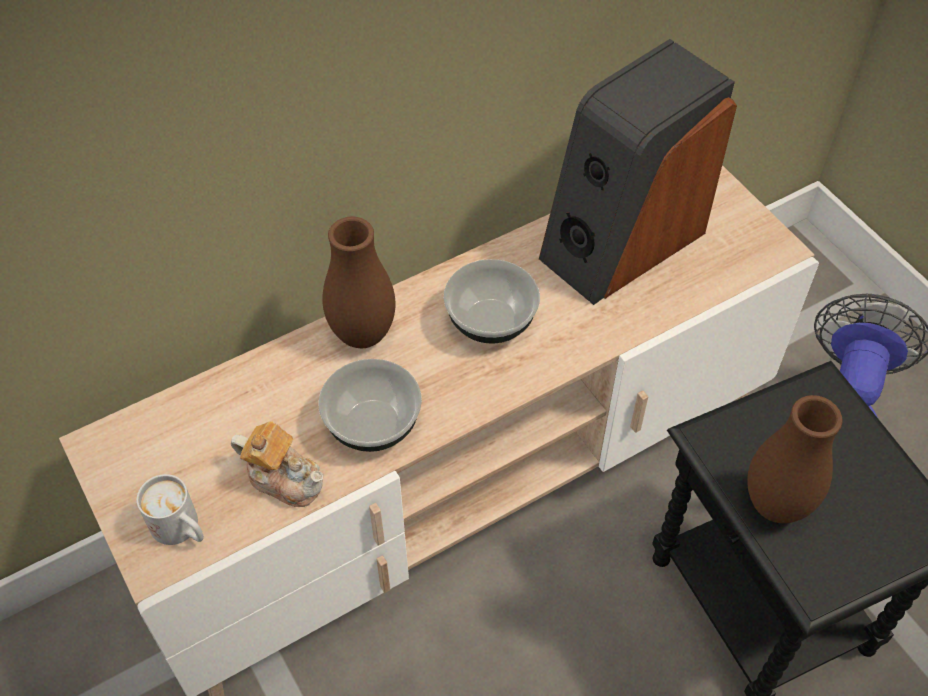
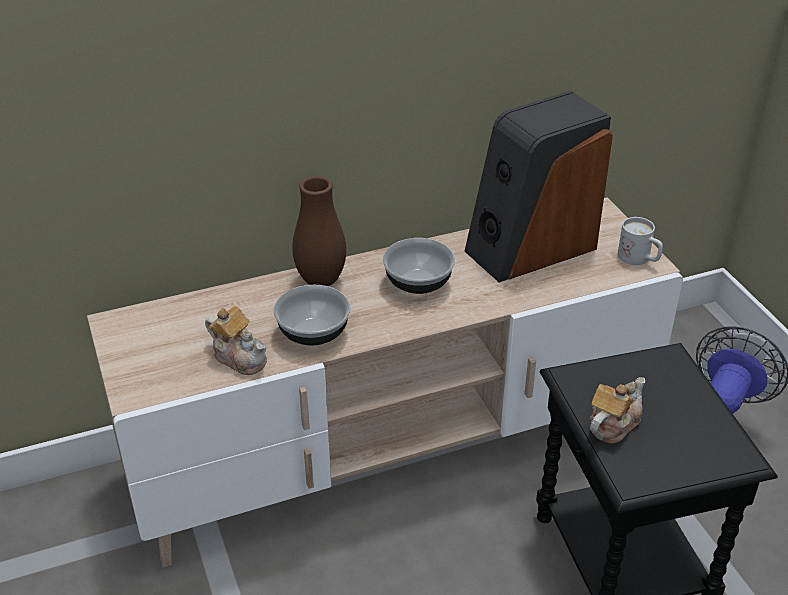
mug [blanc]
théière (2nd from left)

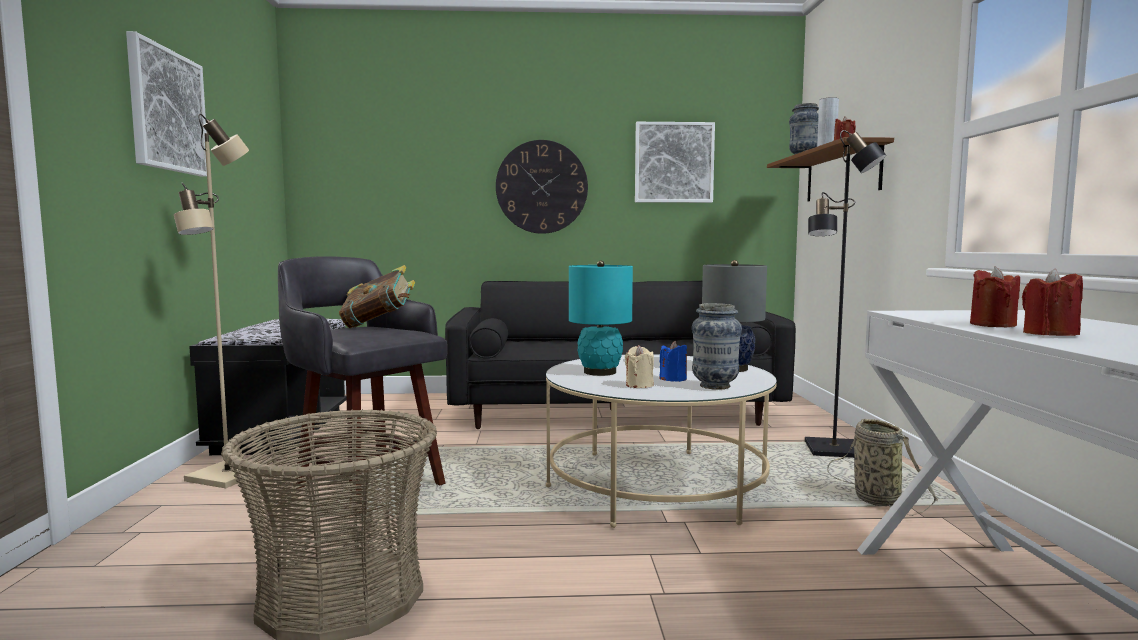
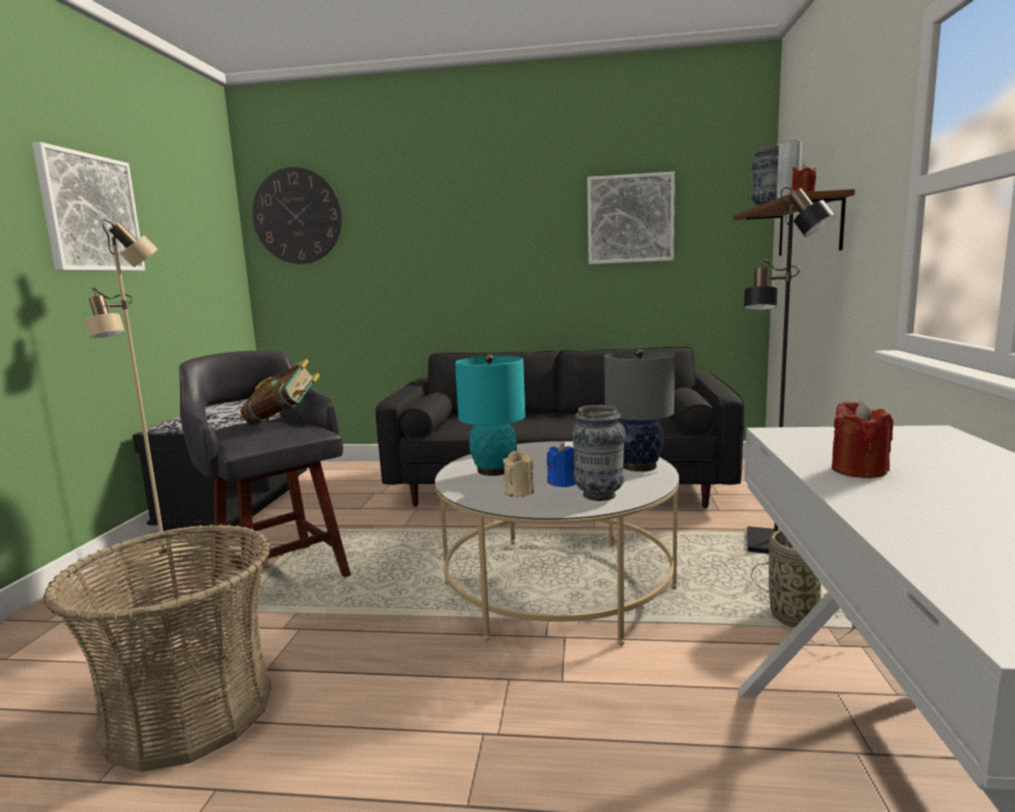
bougie [rouge] (3rd from left in the first image)
horloge murale

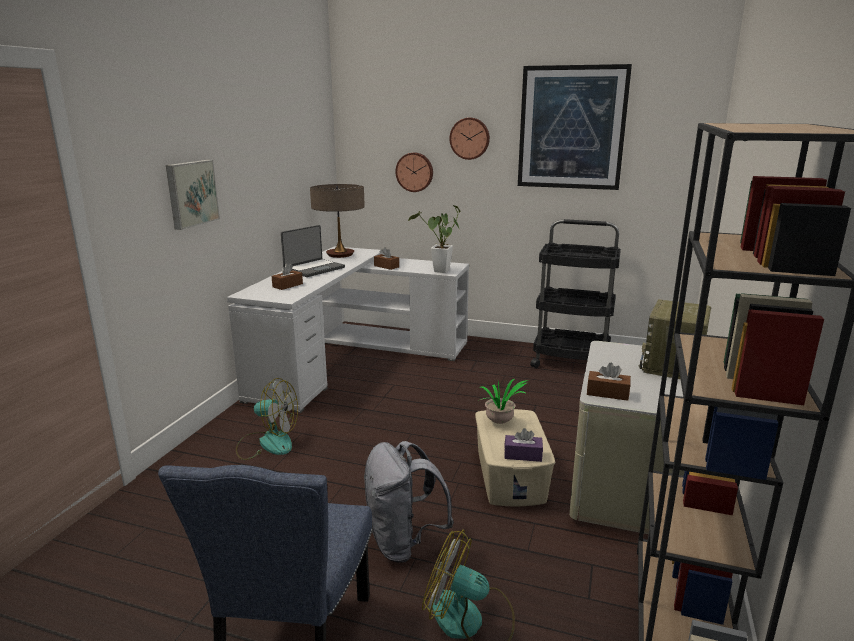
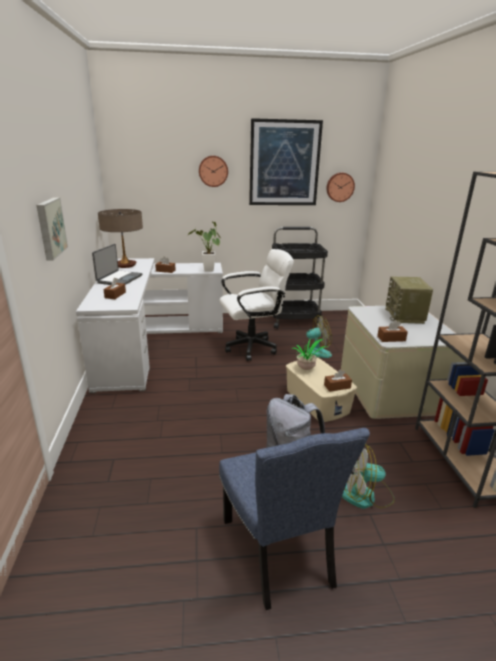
chaise de bureau [blanc]
ventilateur (1st from left)
horloge murale (2nd from left)
boîte à mouchoirs [marron] (3rd from left)

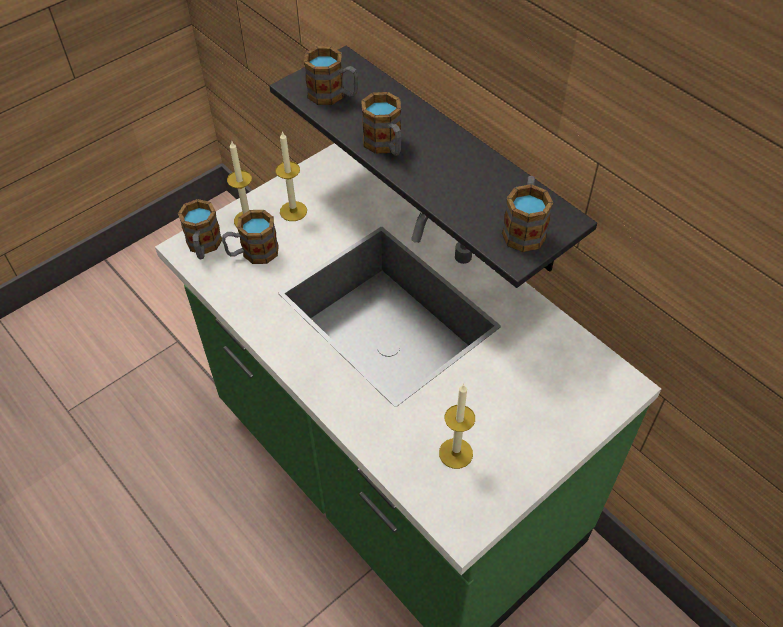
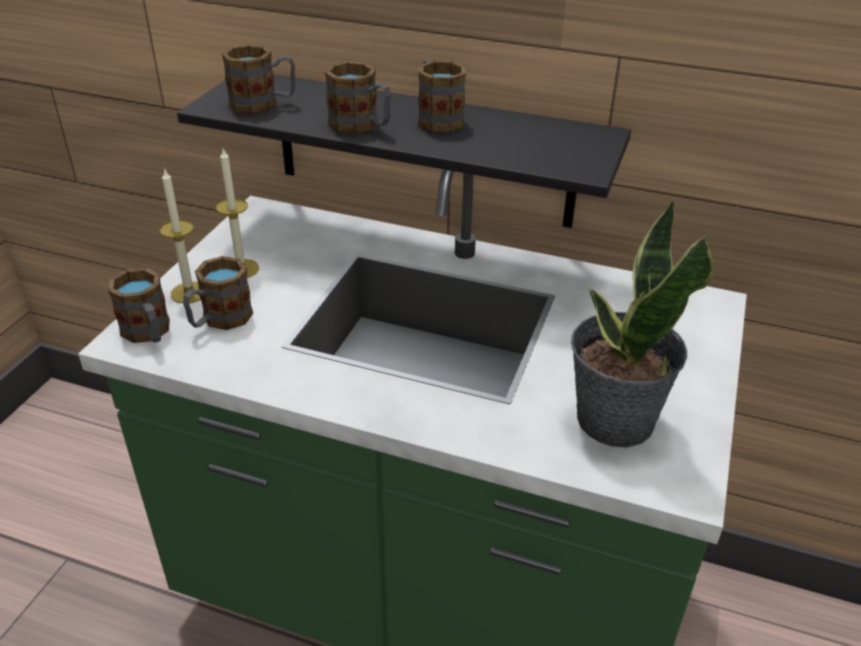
mug (5th from left)
plante en pot

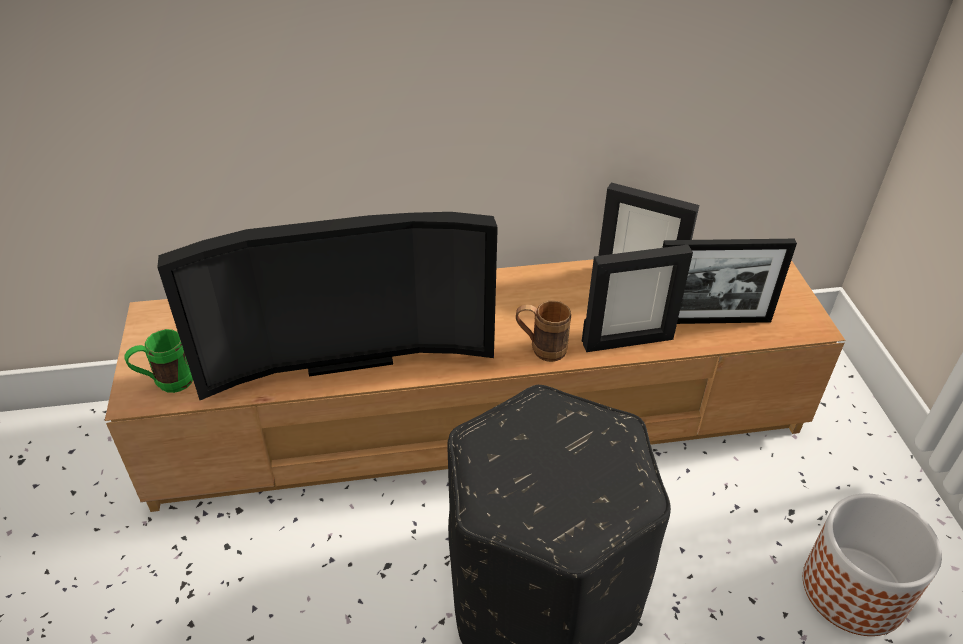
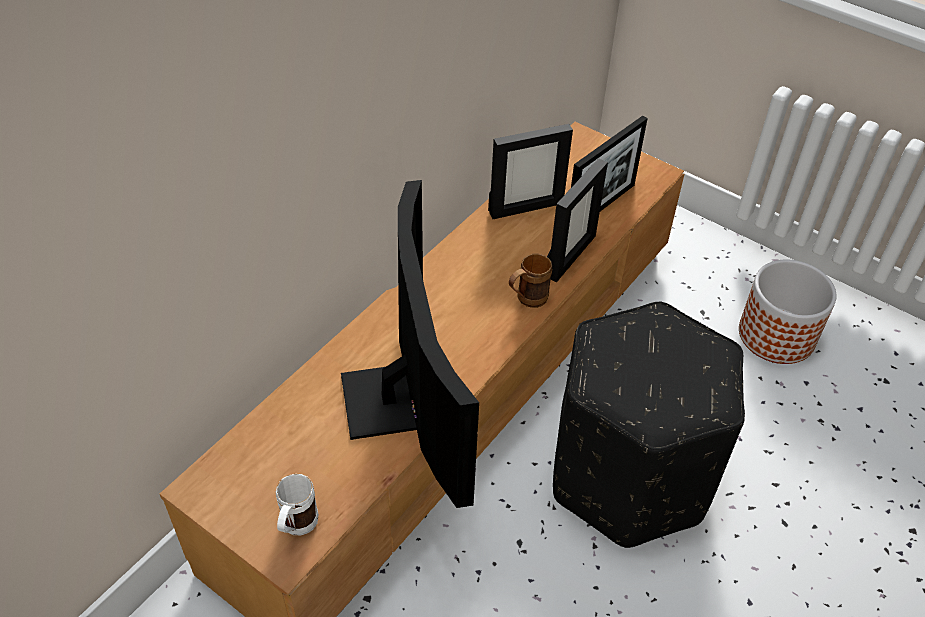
mug [blanc]
téléviseur

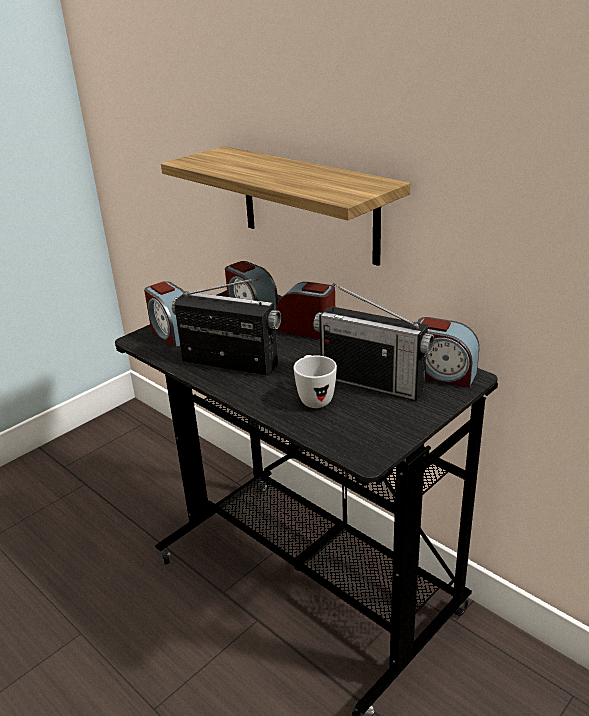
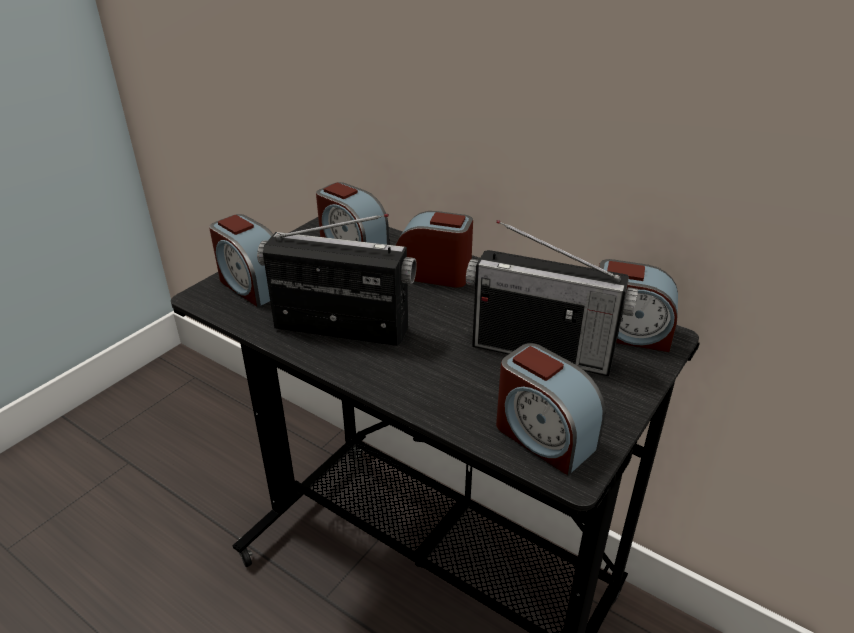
étagère
mug [blanc]
réveil (4th from left)

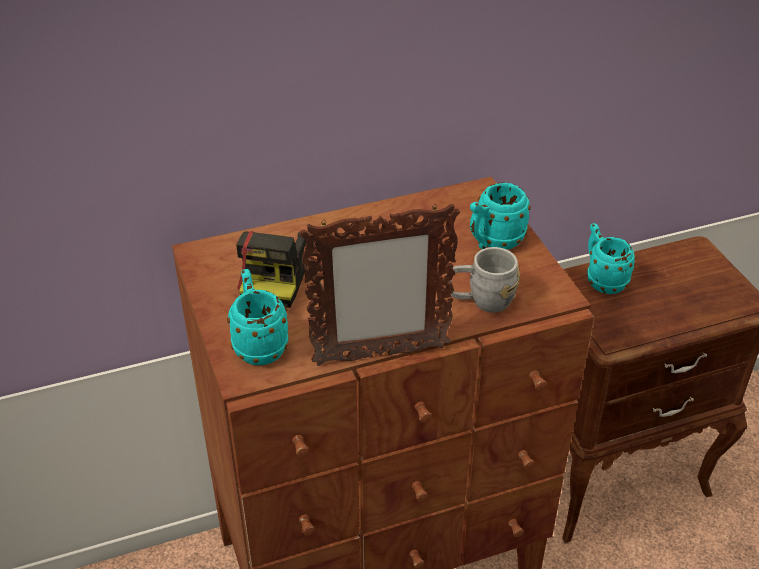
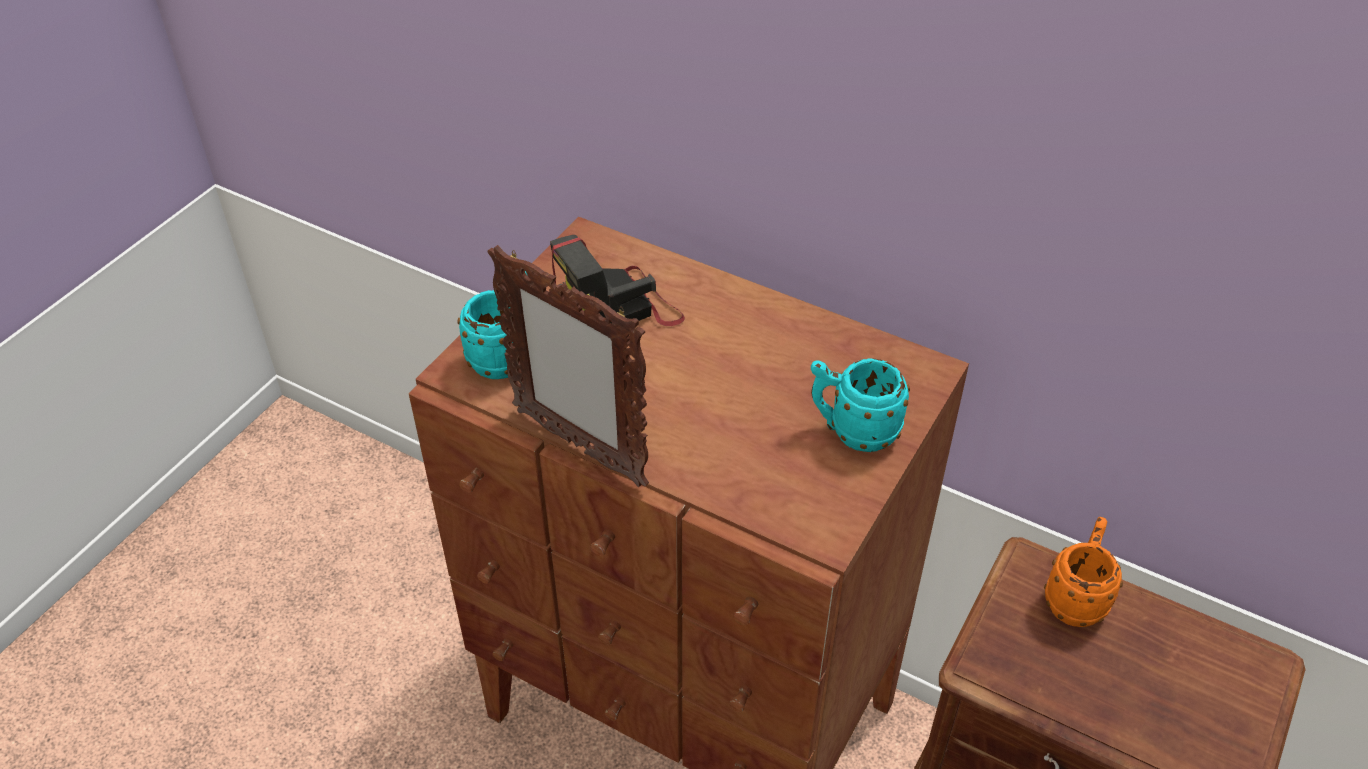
mug [gris]
mug [orange]

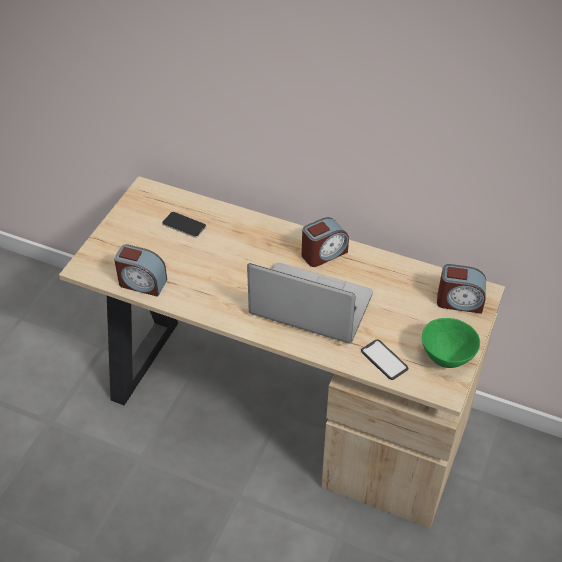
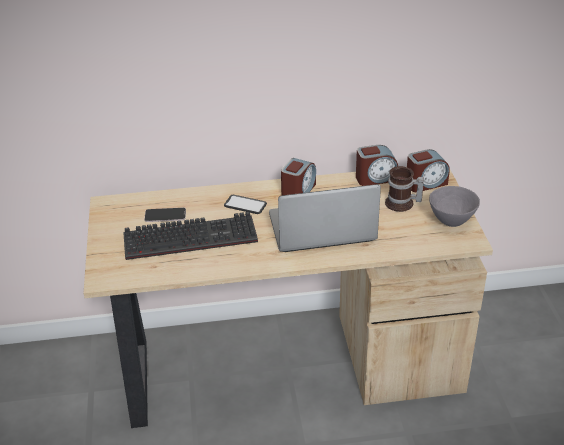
clavier
mug
réveil (2nd from left)
téléphone (2nd from left)
bol [gris]

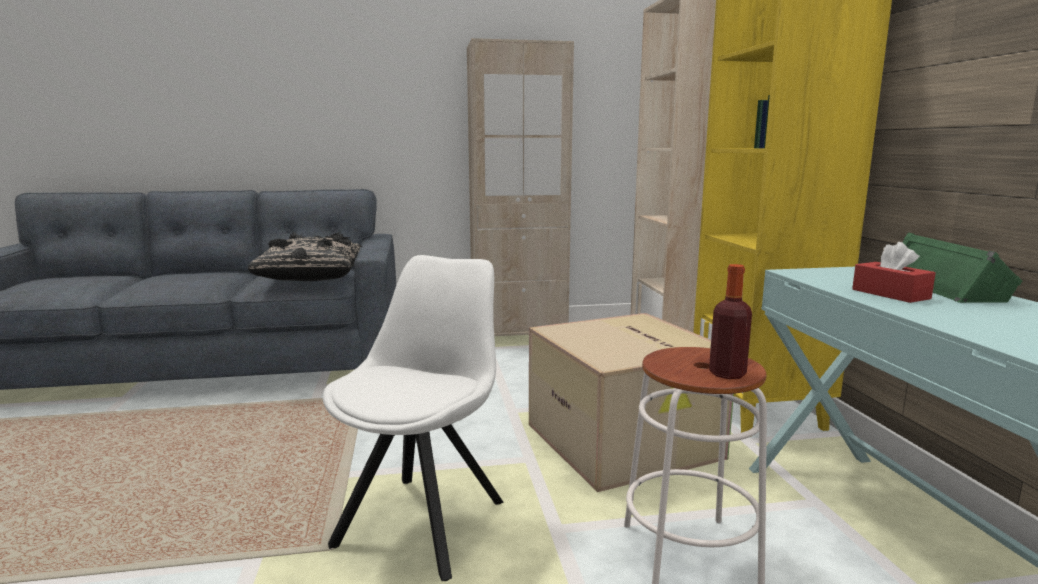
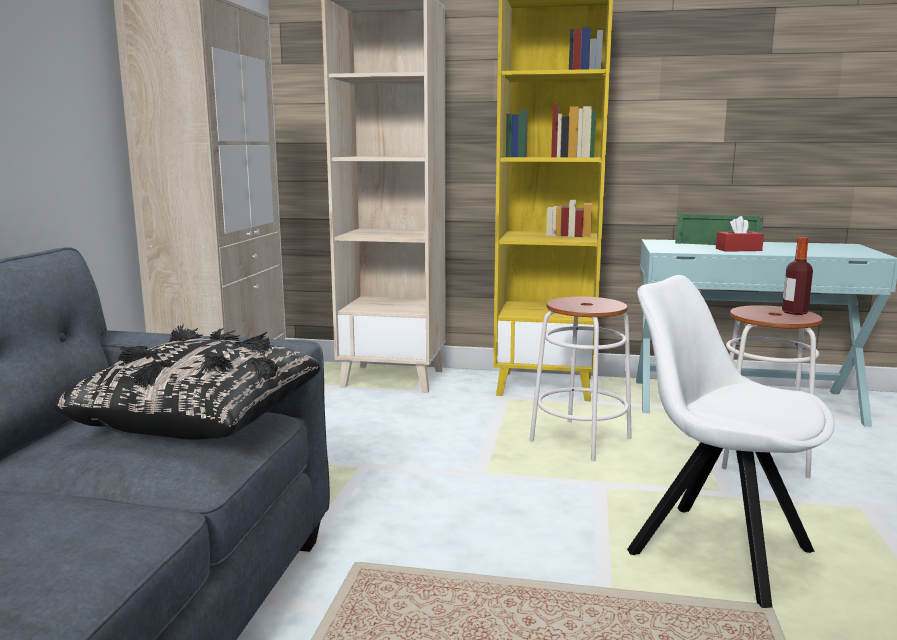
tabouret [blanc] (1st from left)

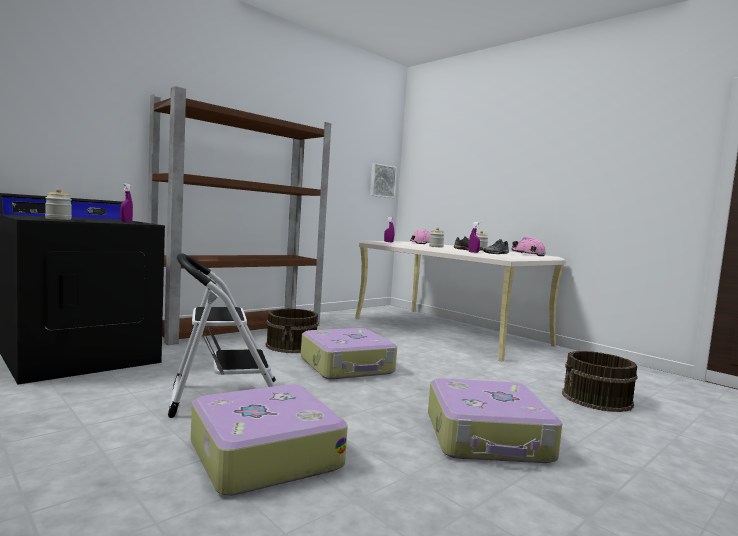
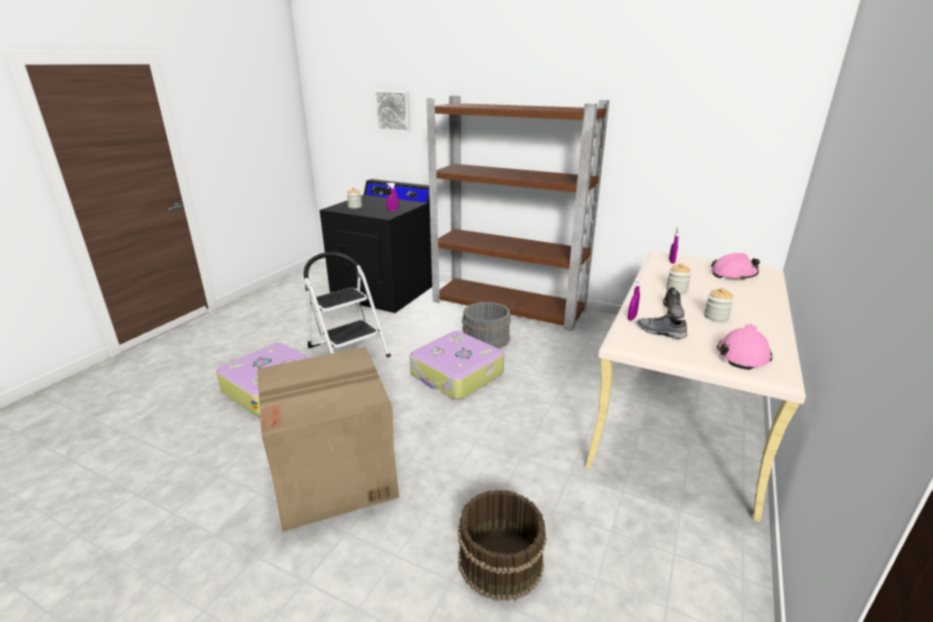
tableau
carton
seau [gris]

